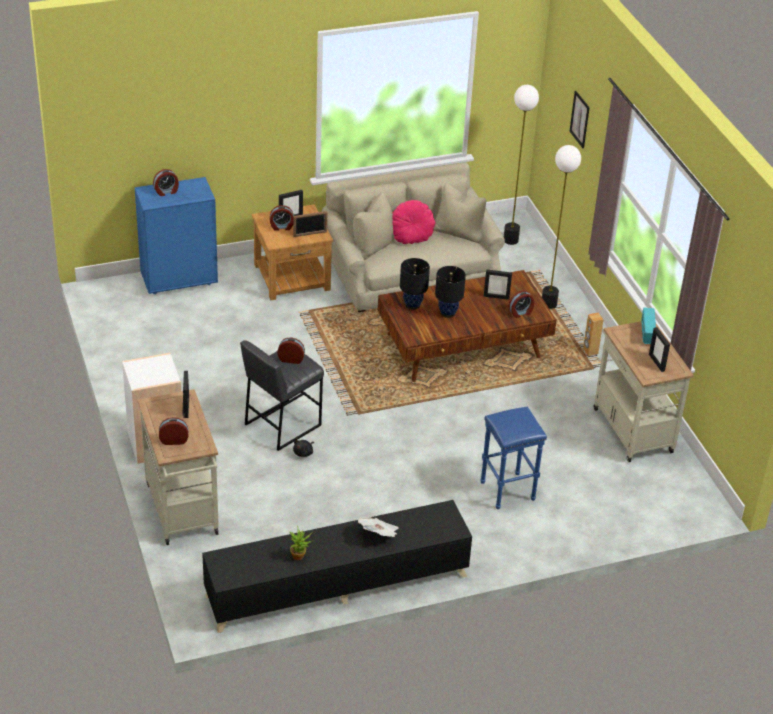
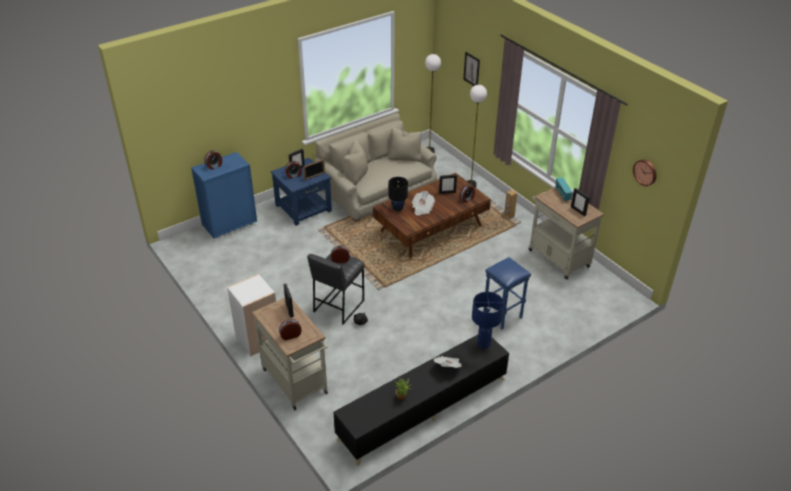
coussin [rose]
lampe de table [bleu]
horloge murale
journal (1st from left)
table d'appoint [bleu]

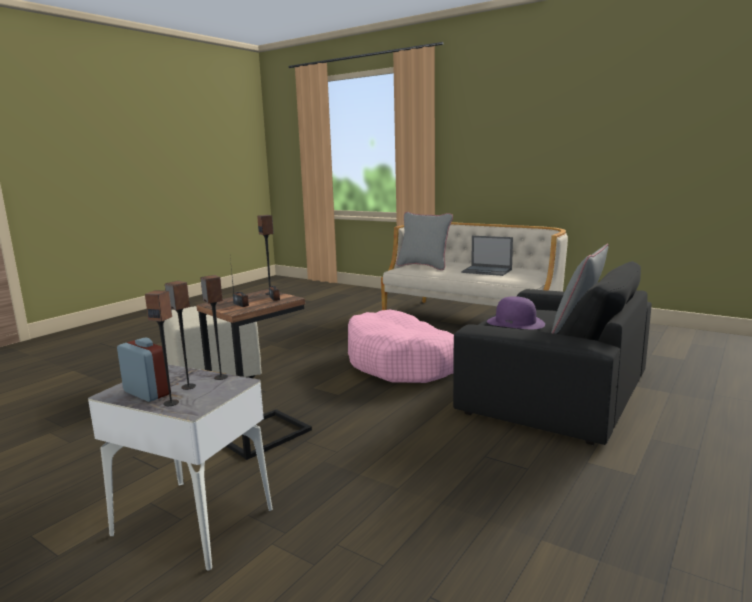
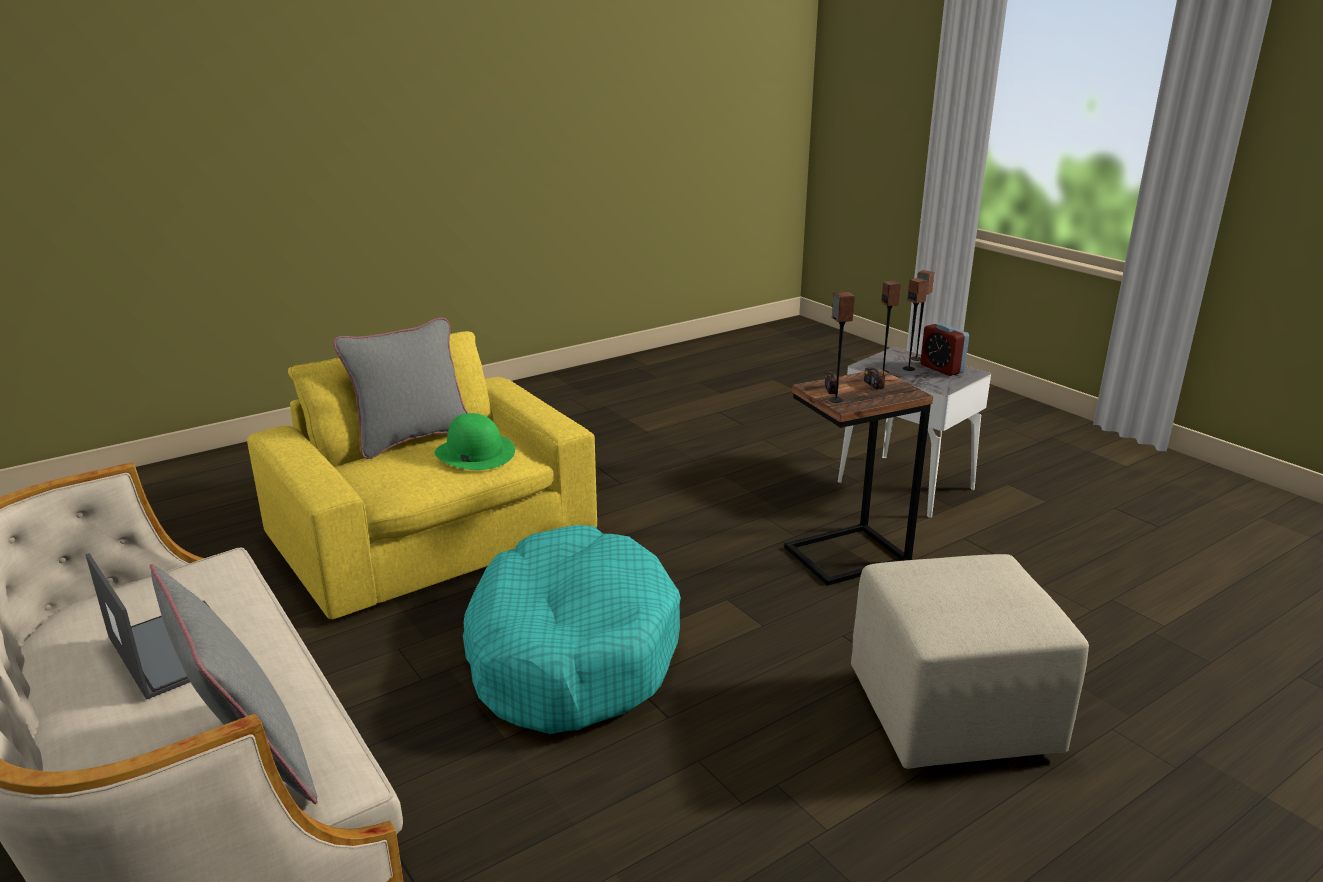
panier pour chien [turquoise]
fauteuil [jaune]
chapeau [vert]

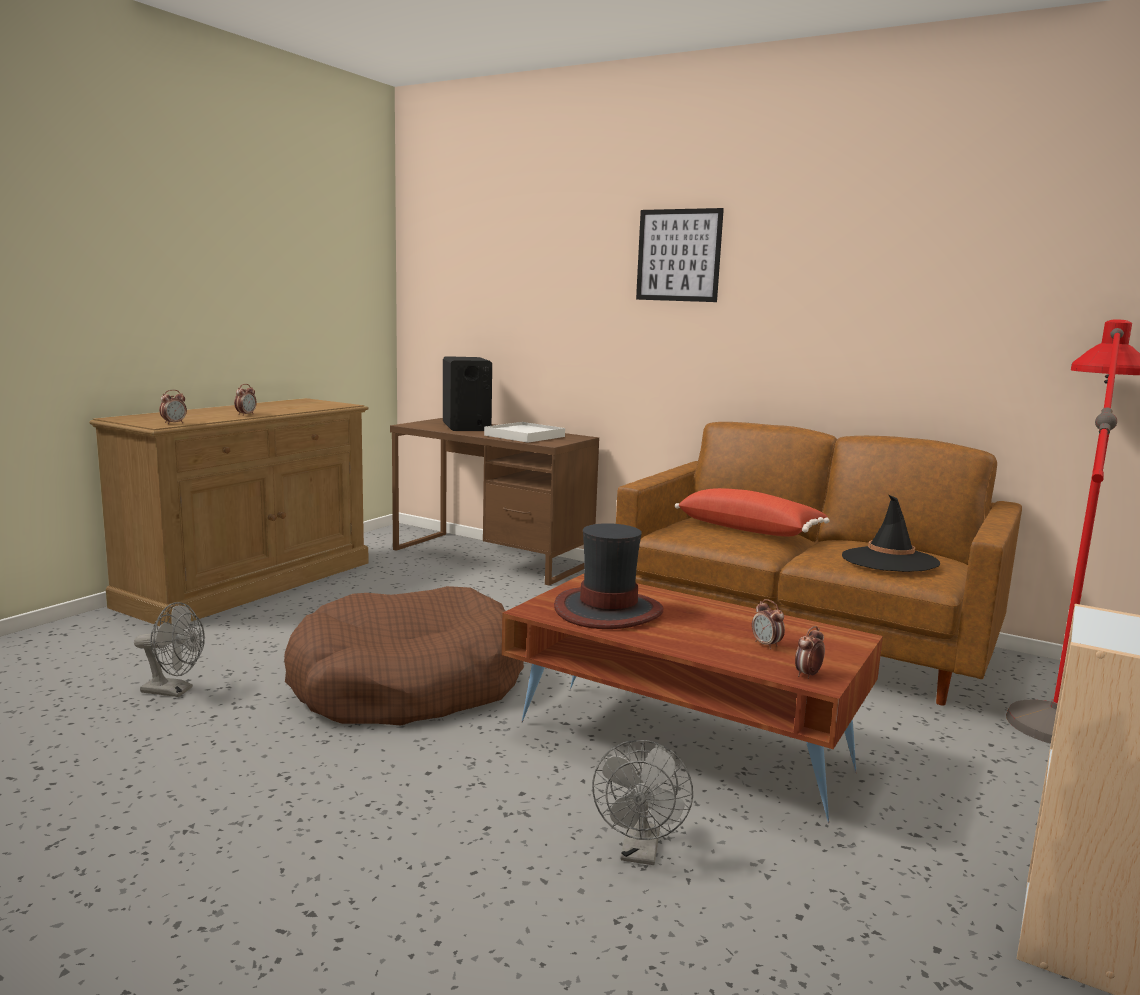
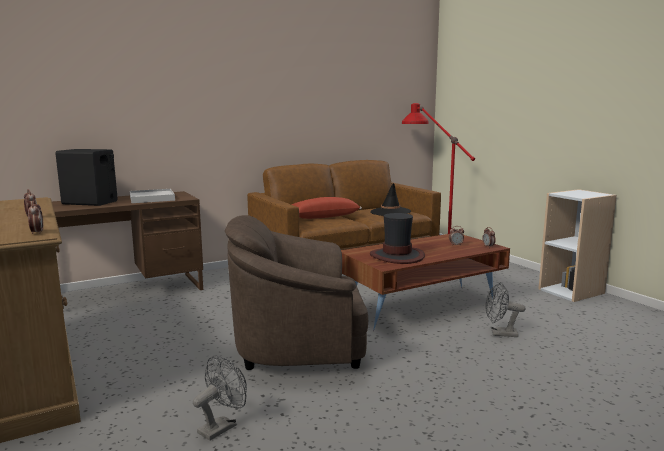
tableau
fauteuil [marron]
ventilateur [gris] (2nd from left)

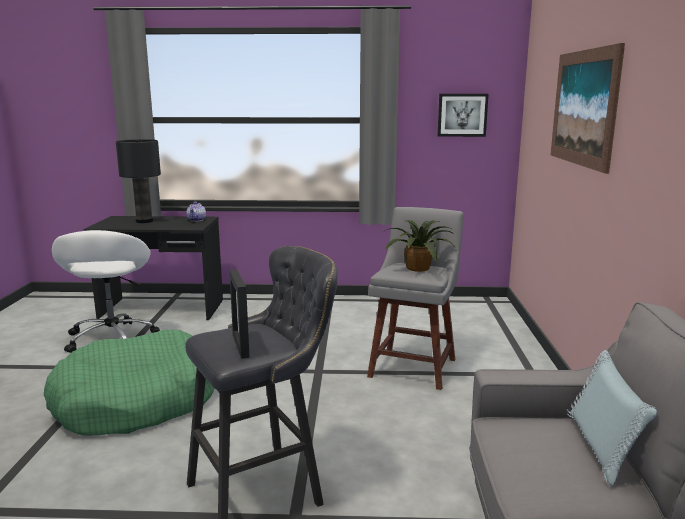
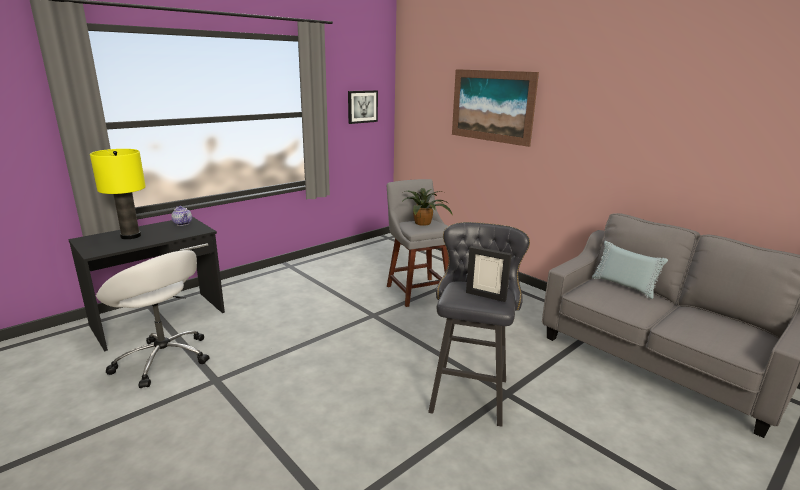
panier pour chien [vert]
lampe de table [jaune]

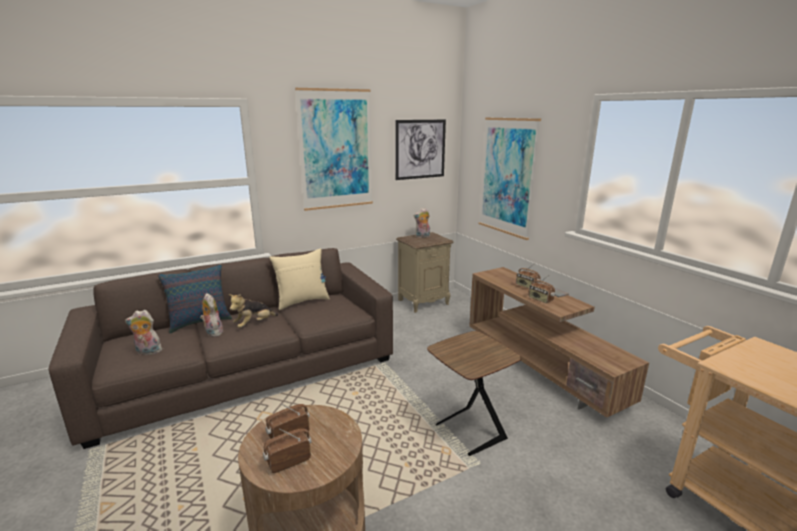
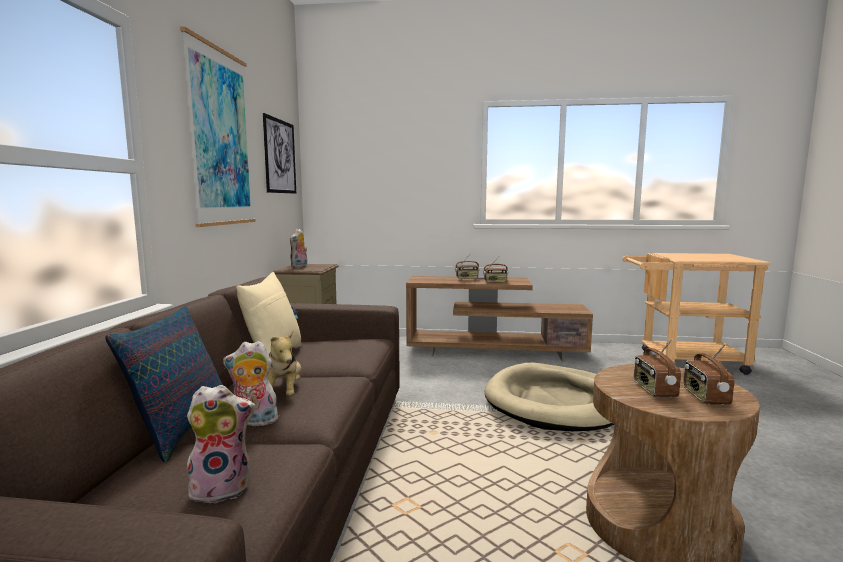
tableau (3rd from left in the first image)
panier pour chien [beige]
peluche (1st from left)

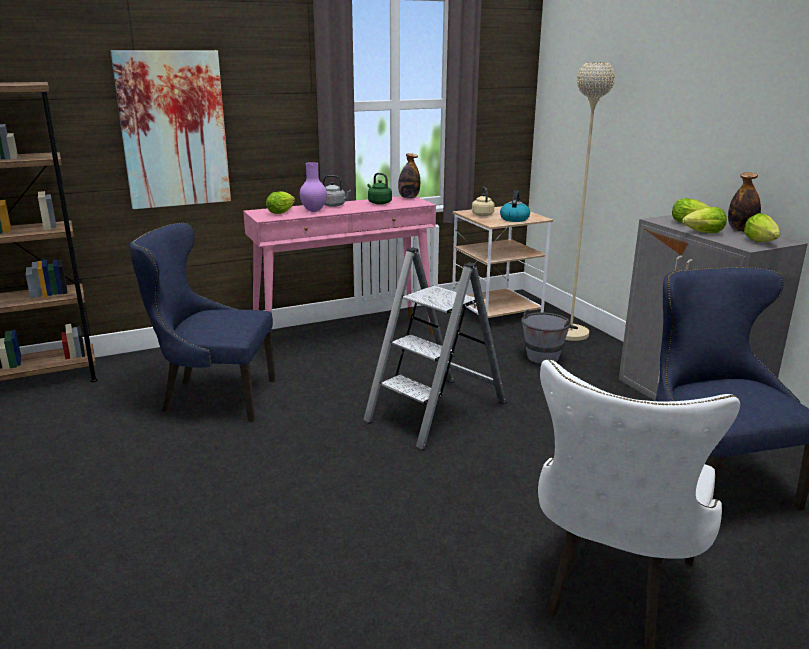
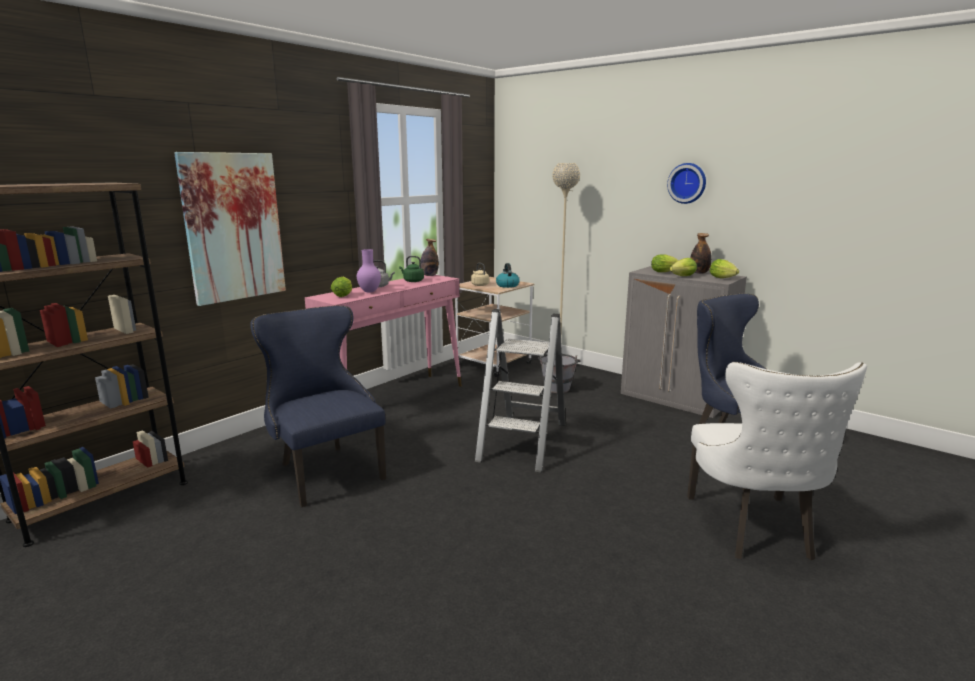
horloge murale
chaise [bleu] (1st from left)

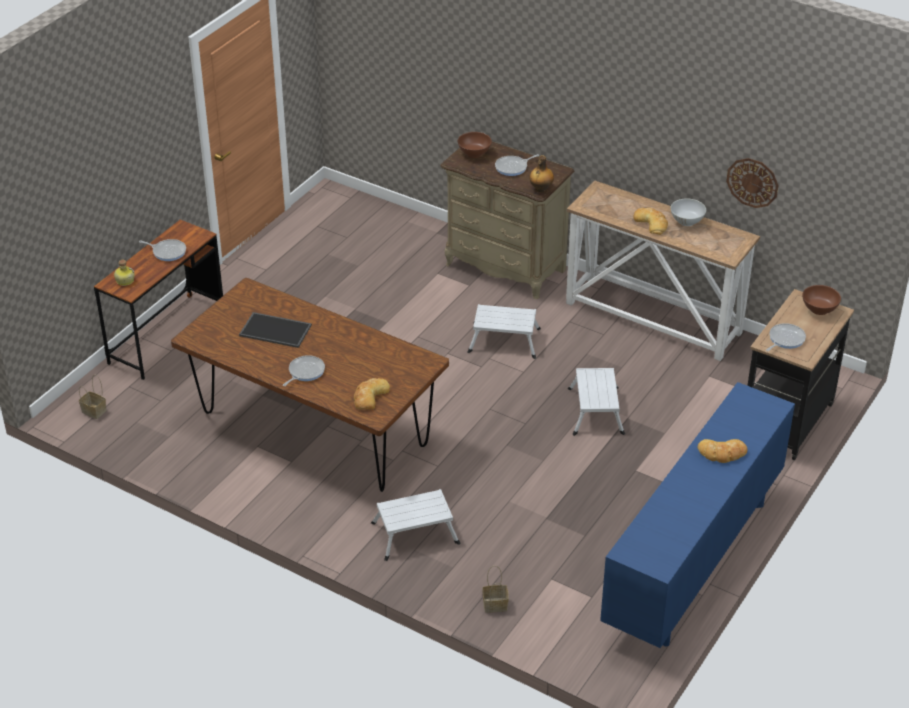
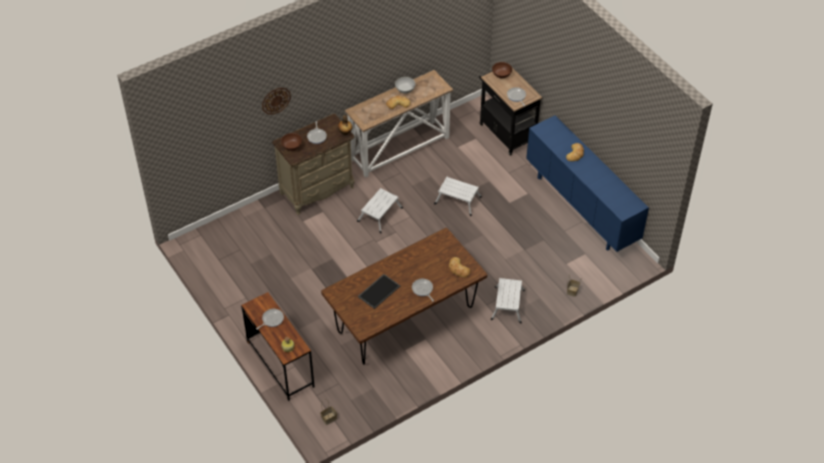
horloge murale

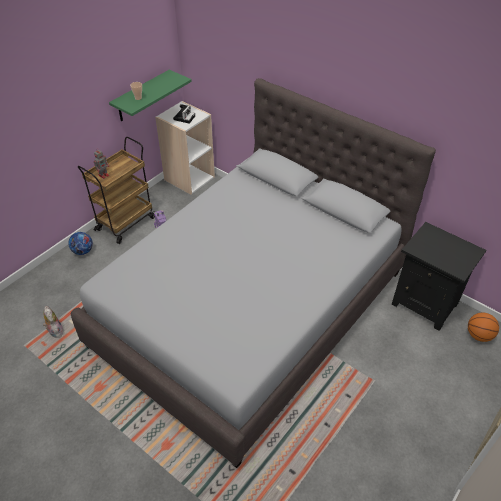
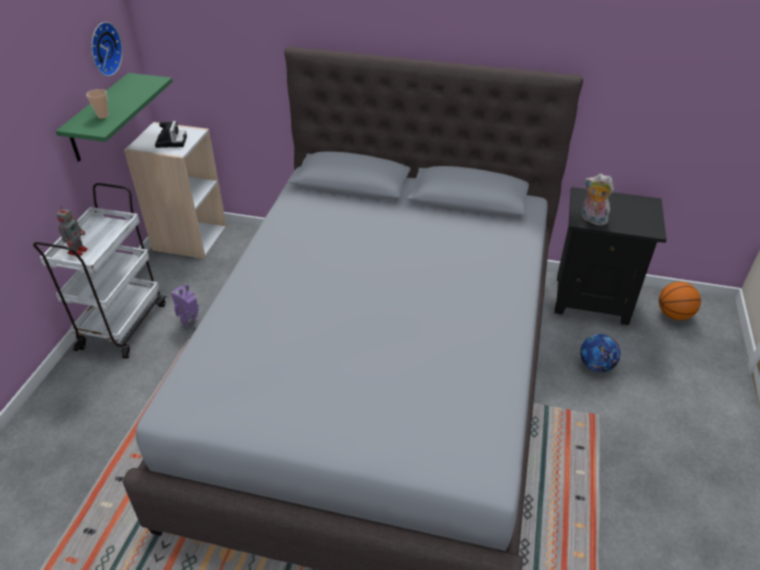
horloge murale
peluche
ballon de foot
chariot [blanc]

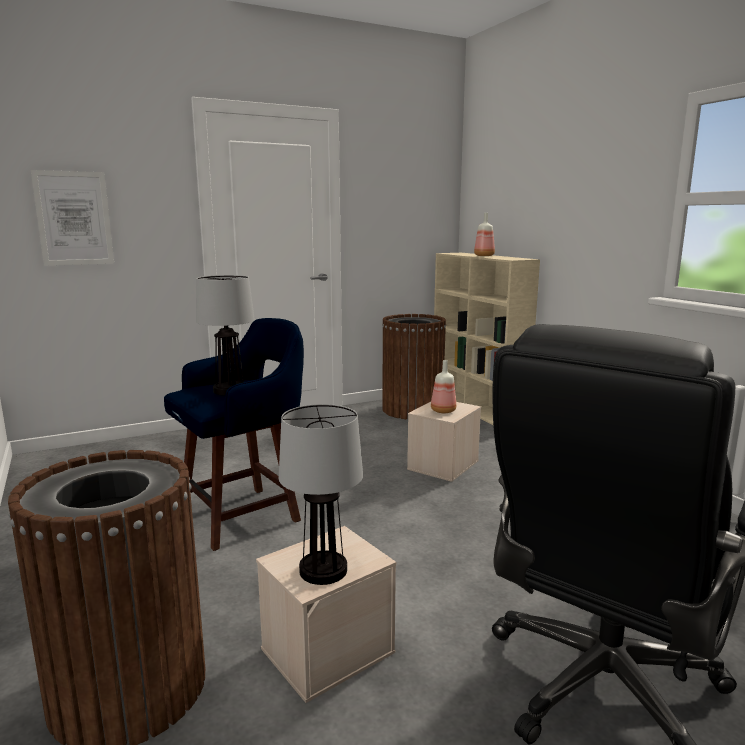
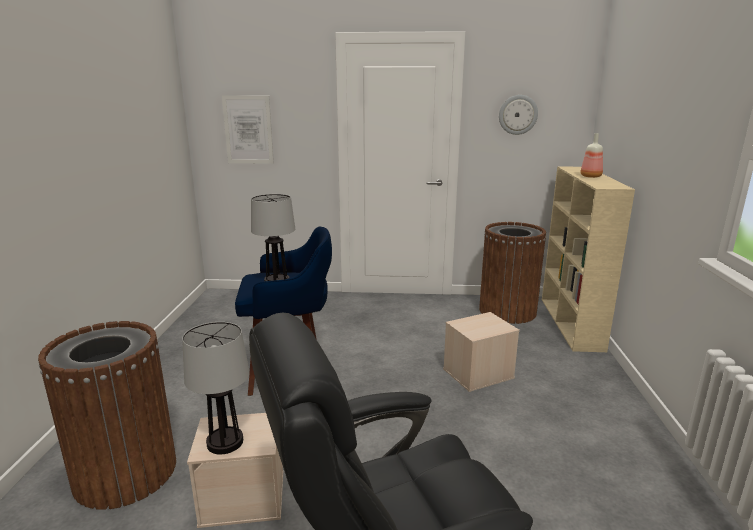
bouteille (1st from left in the first image)
horloge murale

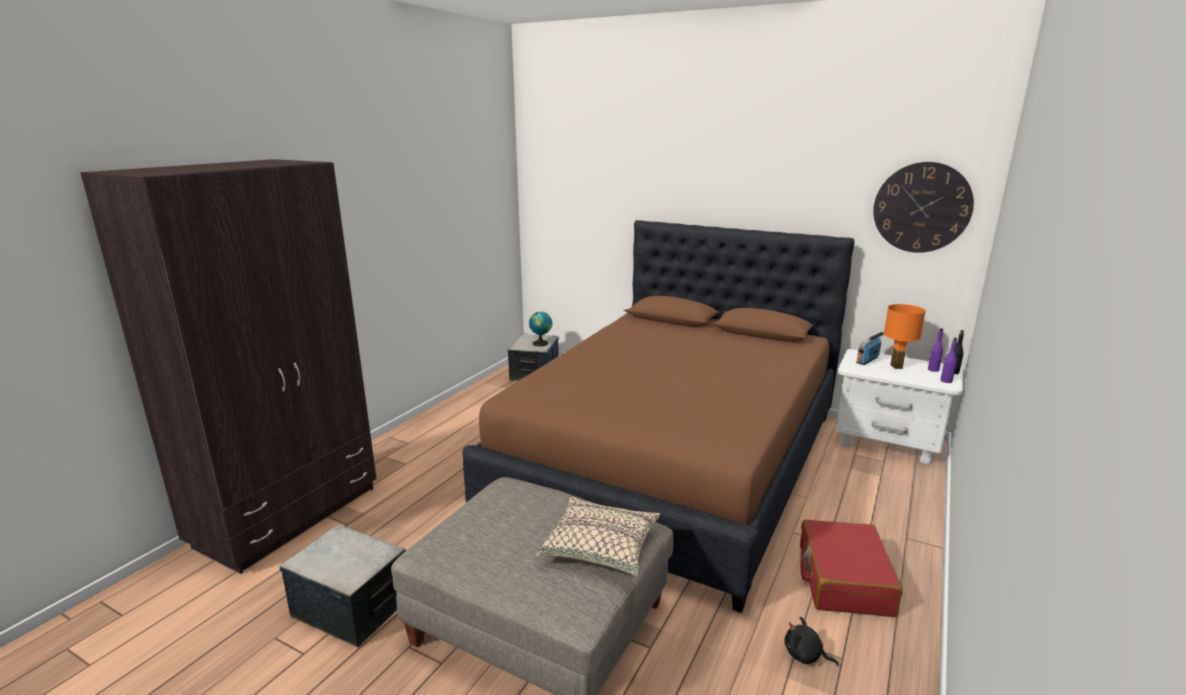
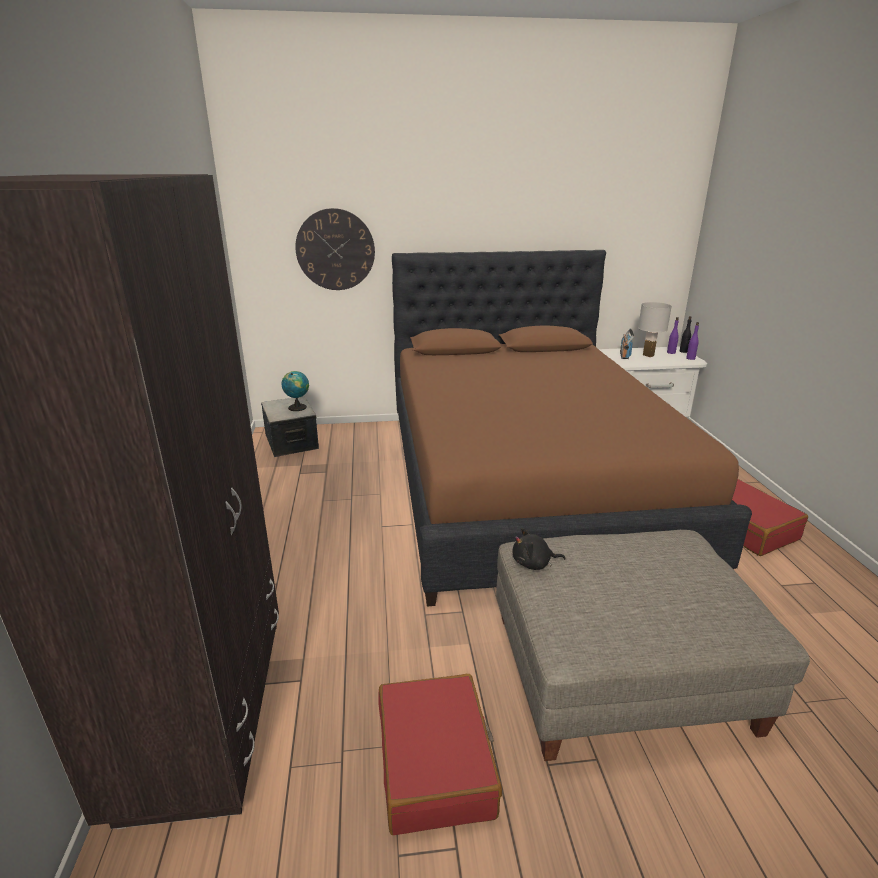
coussin [beige]
peluche [noir]
horloge murale
valise [rouge] (1st from left)
lampe de table [blanc]

